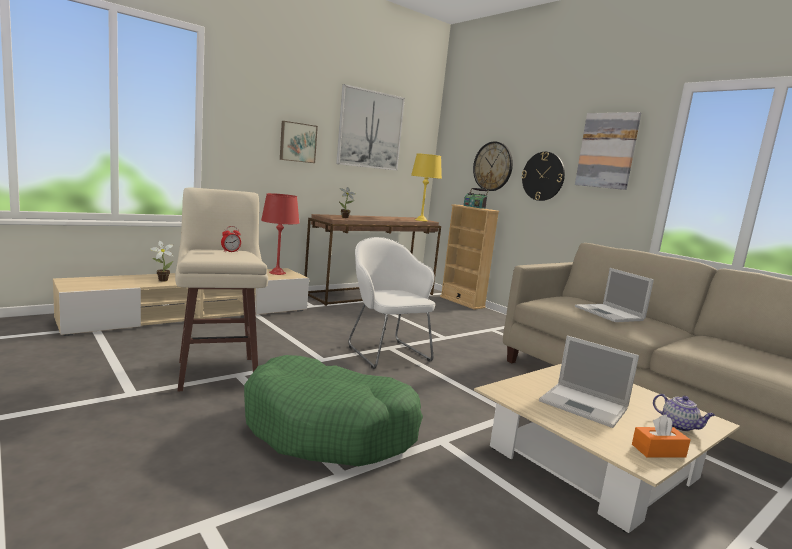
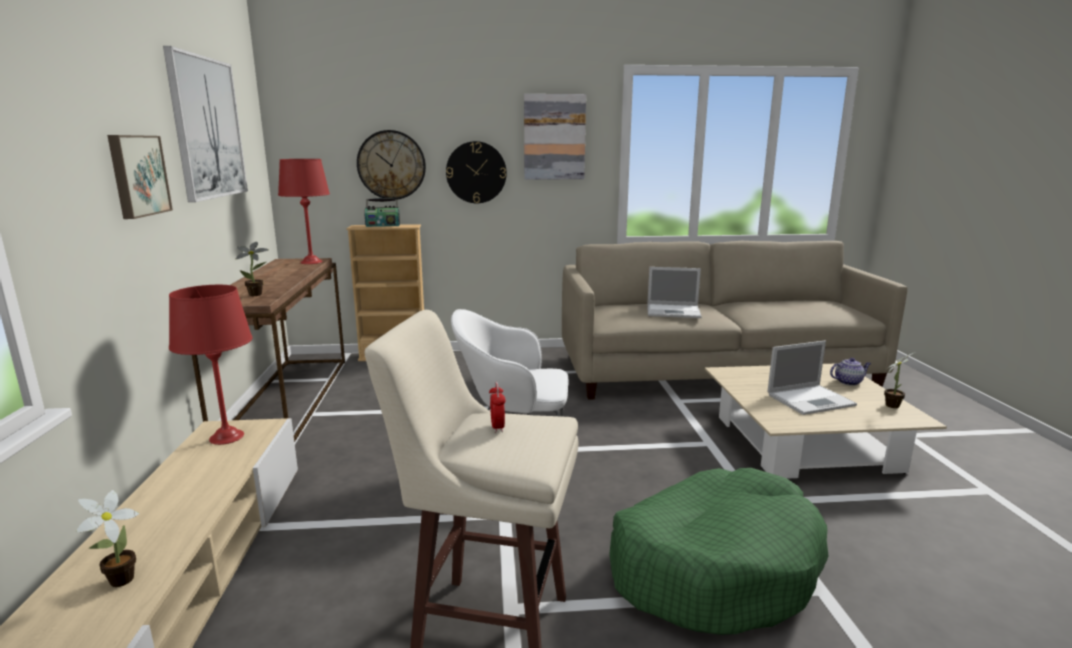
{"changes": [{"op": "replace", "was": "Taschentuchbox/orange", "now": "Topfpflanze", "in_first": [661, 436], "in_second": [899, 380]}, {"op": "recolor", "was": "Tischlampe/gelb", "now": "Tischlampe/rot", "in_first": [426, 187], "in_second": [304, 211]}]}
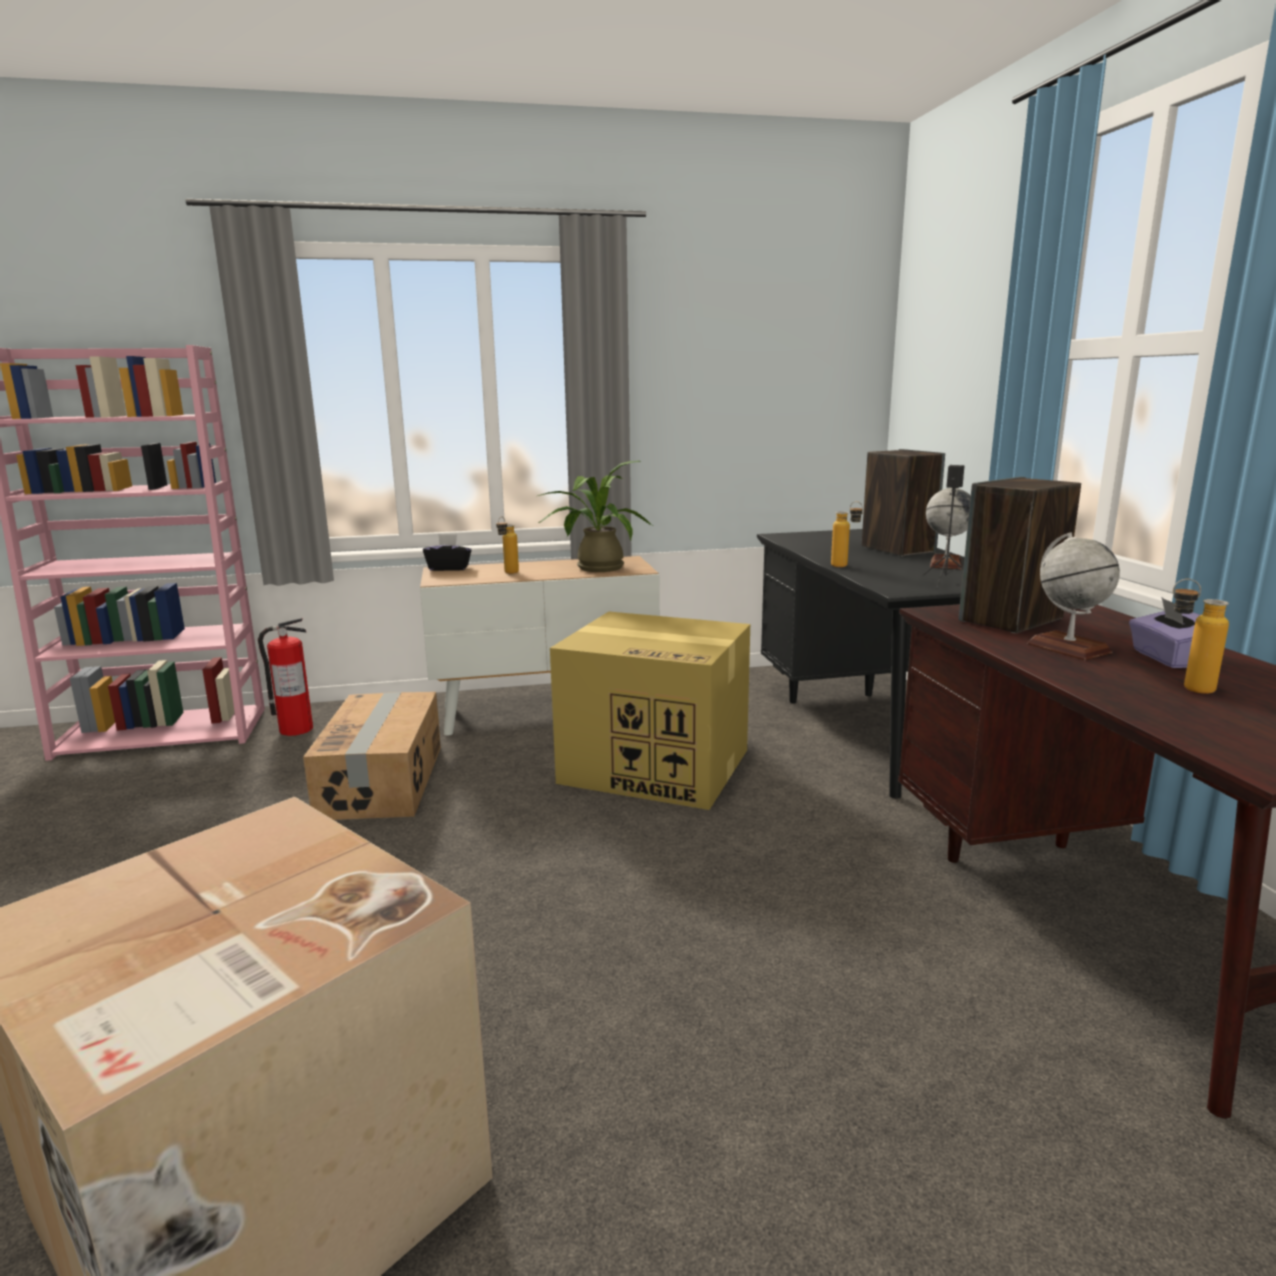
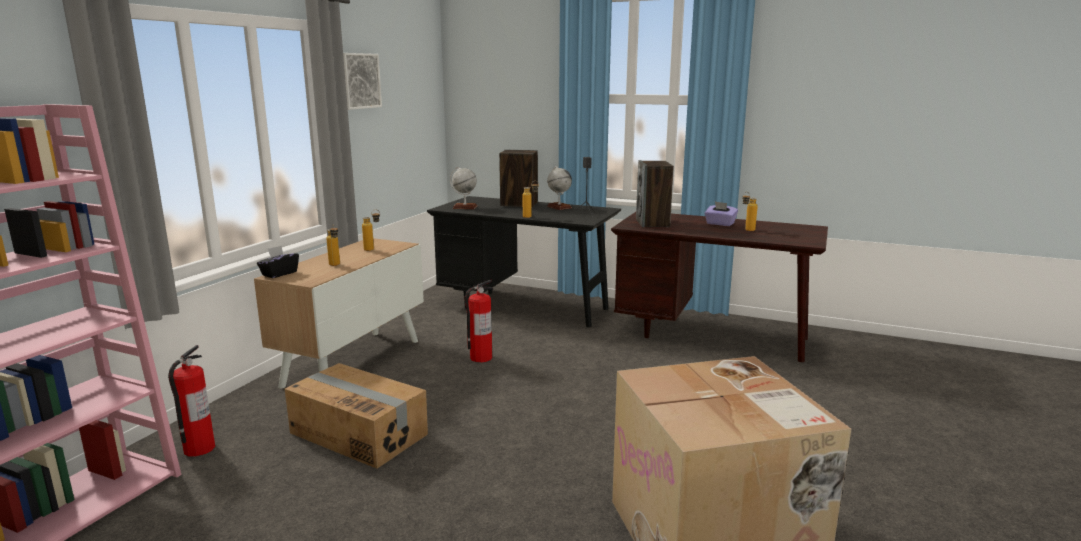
{"changes": [{"op": "insert", "now": "Bild", "in_second": [362, 81]}, {"op": "move", "was": "Globus", "in_first": [1073, 596], "in_second": [464, 188]}, {"op": "replace", "was": "Topfpflanze", "now": "Flasche", "in_first": [594, 516], "in_second": [371, 230]}, {"op": "replace", "was": "Karton", "now": "Feuerlöscher", "in_first": [650, 711], "in_second": [479, 321]}]}
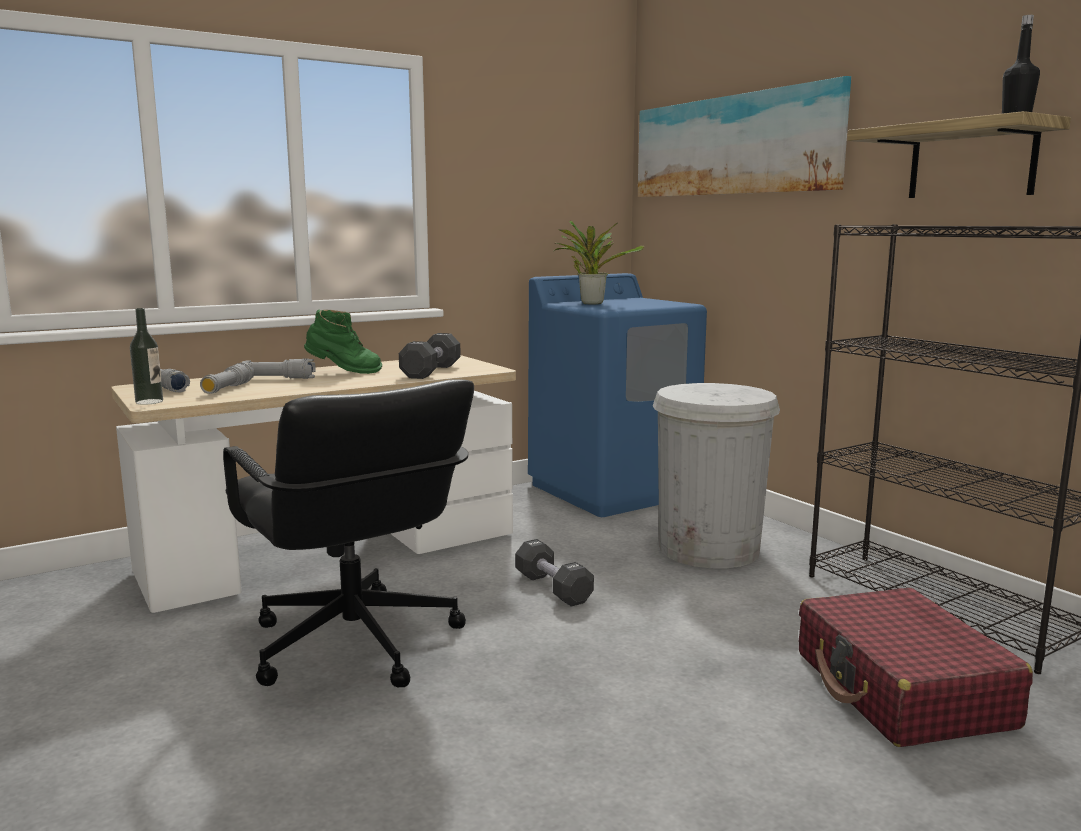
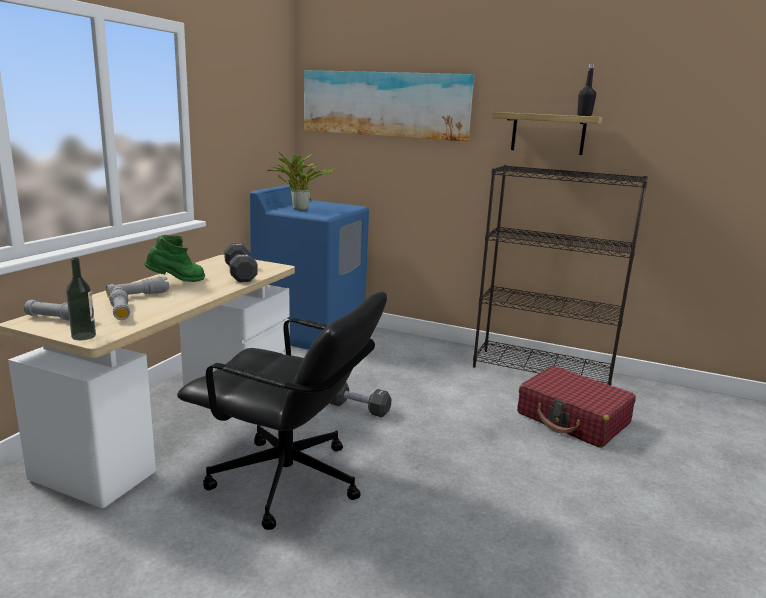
{"changes": [{"op": "delete", "was": "Mülleimer/weiß", "in_first": [716, 475]}]}
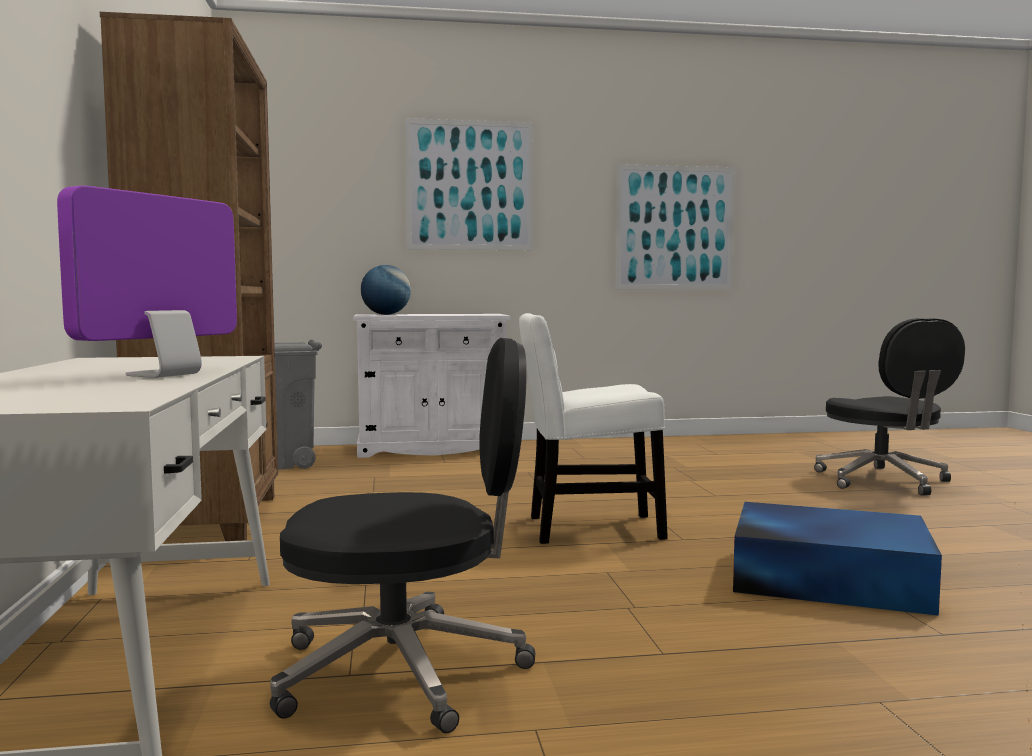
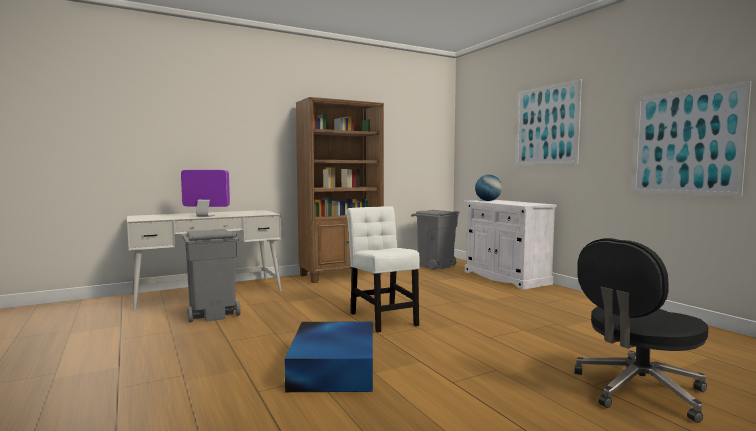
{"changes": [{"op": "replace", "was": "Bürostuhl/schwarz", "now": "Mülleimer/grau", "in_first": [402, 535], "in_second": [211, 276]}]}
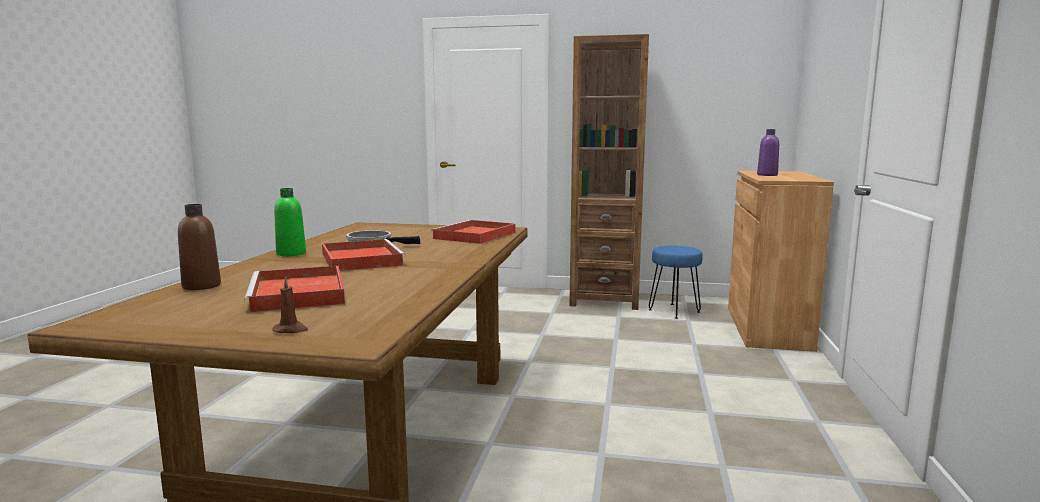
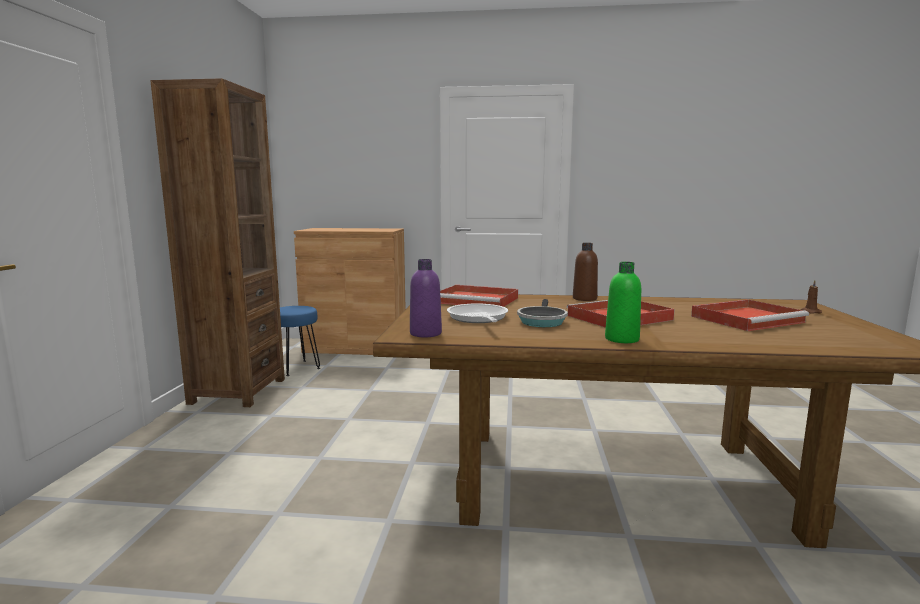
{"changes": [{"op": "insert", "now": "Pfanne", "in_second": [477, 313]}, {"op": "move", "was": "Flasche/braun", "in_first": [199, 247], "in_second": [585, 272]}, {"op": "move", "was": "Flasche/lila", "in_first": [768, 152], "in_second": [426, 298]}]}
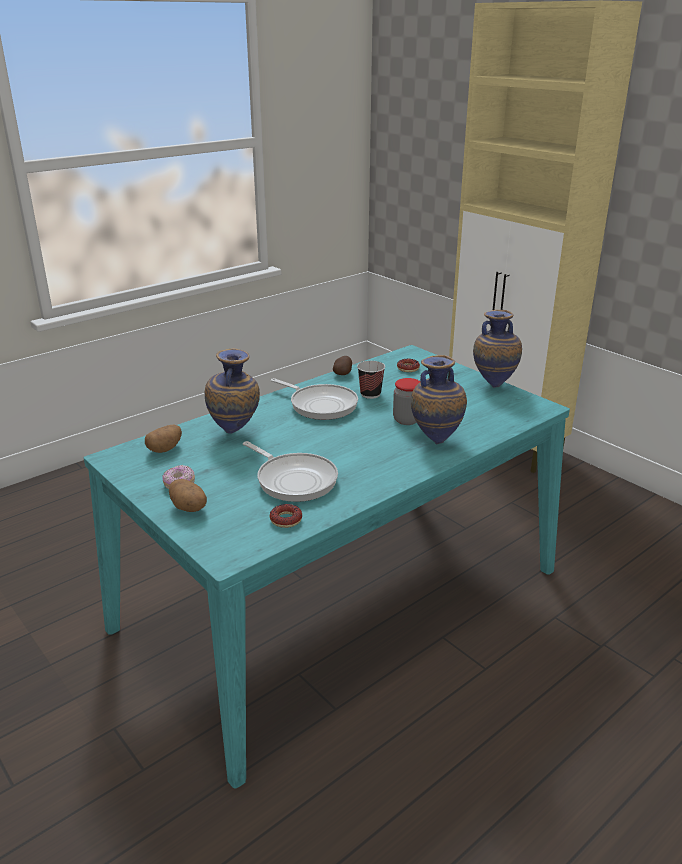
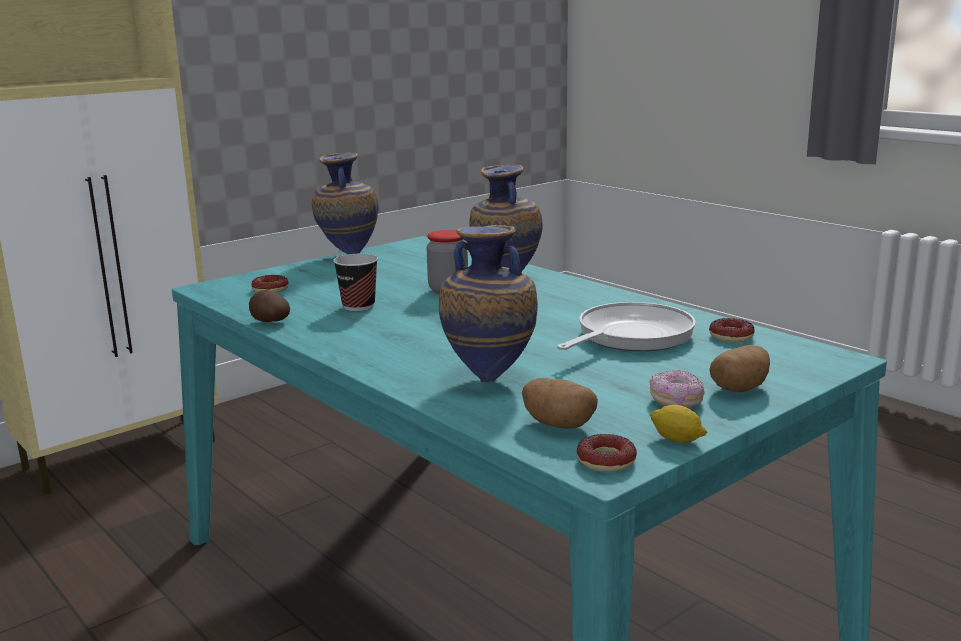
{"changes": [{"op": "delete", "was": "Pfanne", "in_first": [314, 399]}, {"op": "insert", "now": "Donut", "in_second": [607, 453]}, {"op": "insert", "now": "Zitrone", "in_second": [678, 424]}]}
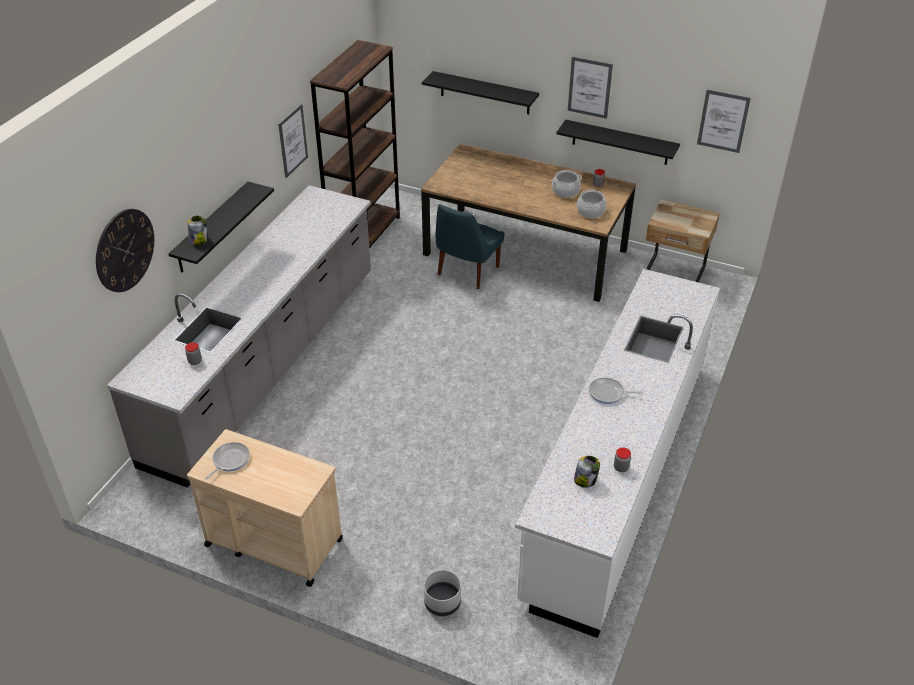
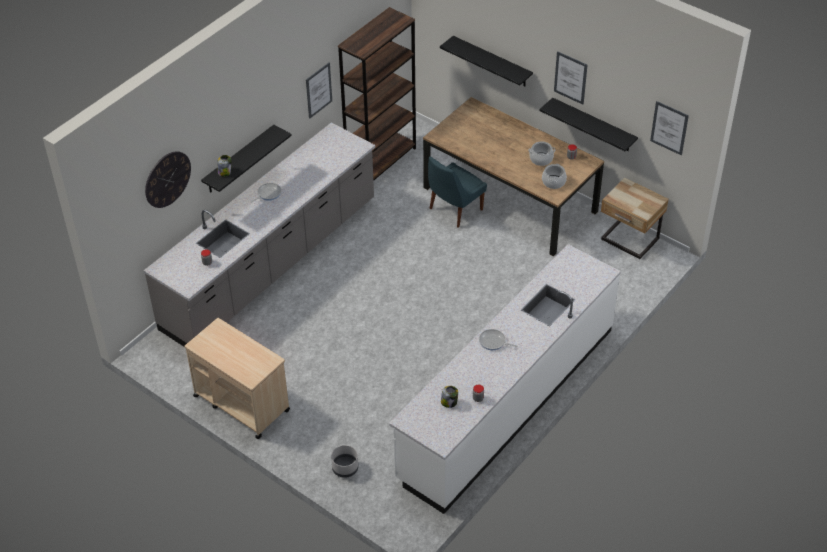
{"changes": [{"op": "move", "was": "Pfanne", "in_first": [227, 461], "in_second": [266, 193]}]}
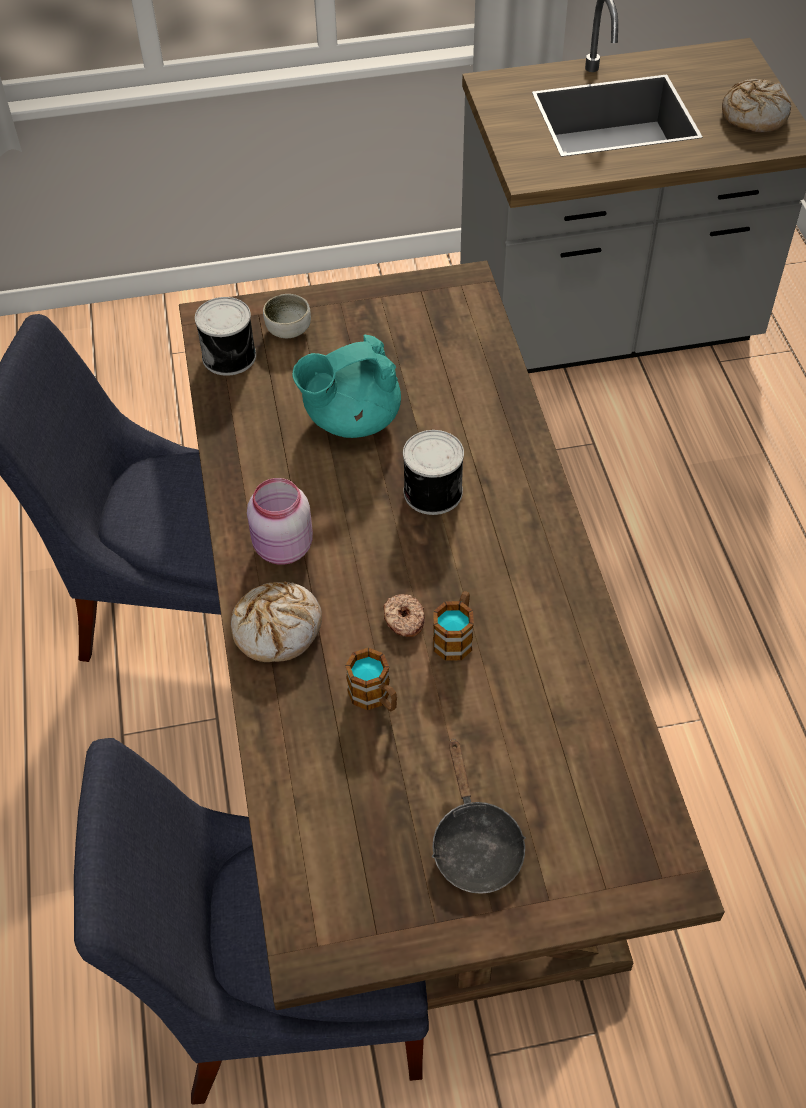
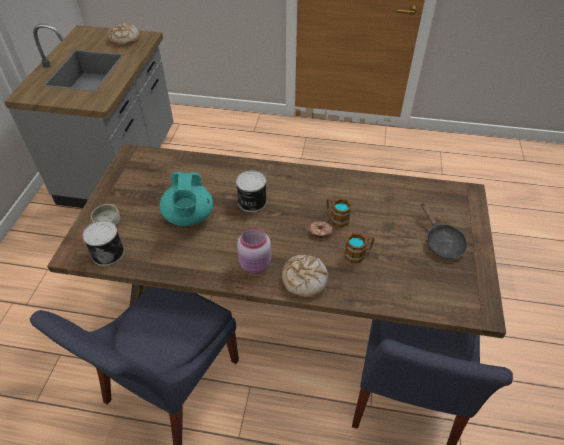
{"changes": [{"op": "rotate", "was": "Pfanne/schwarz", "in_first": [479, 816], "in_second": [444, 230], "clockwise": 60}]}
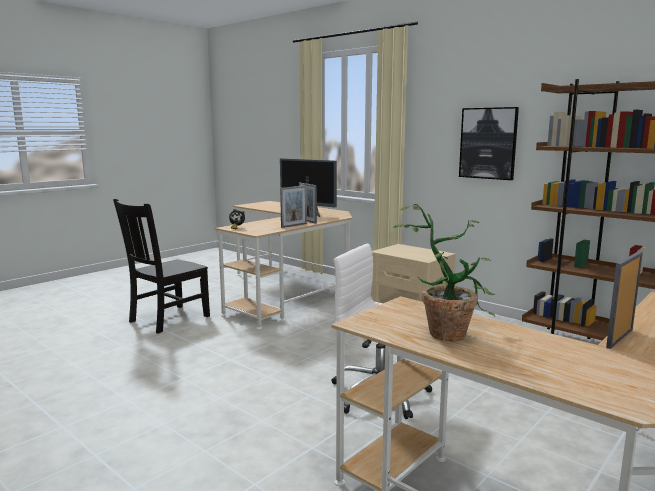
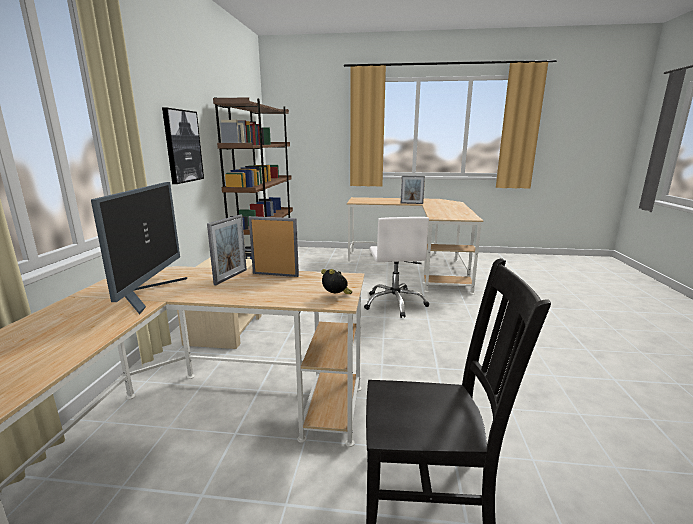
{"changes": [{"op": "delete", "was": "Topfpflanze", "in_first": [444, 272]}]}
